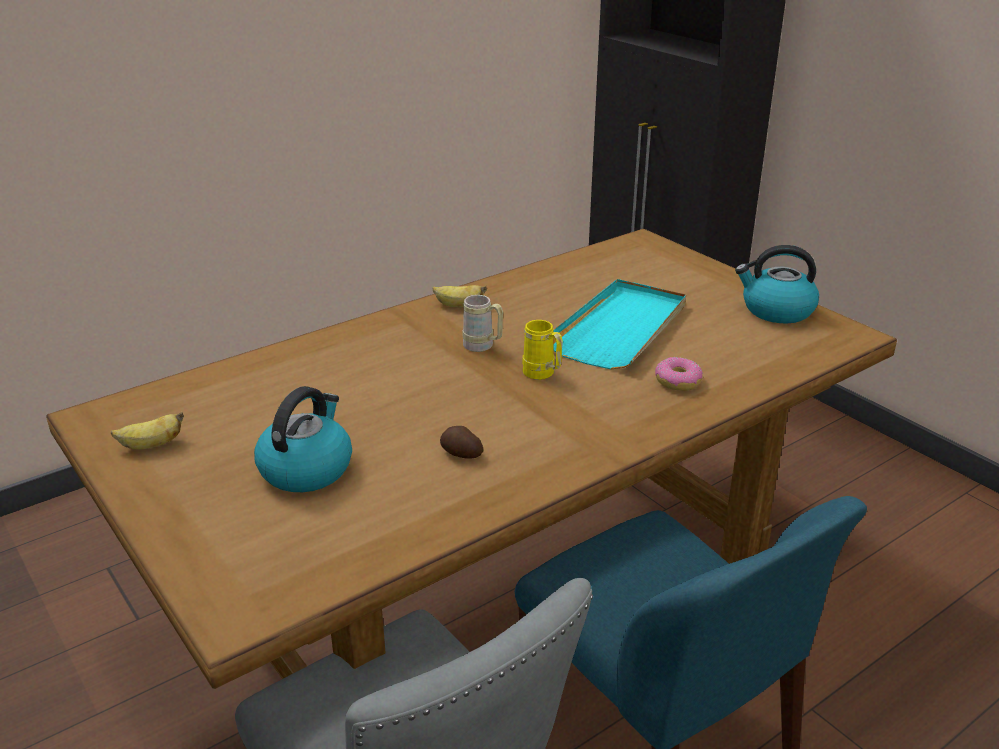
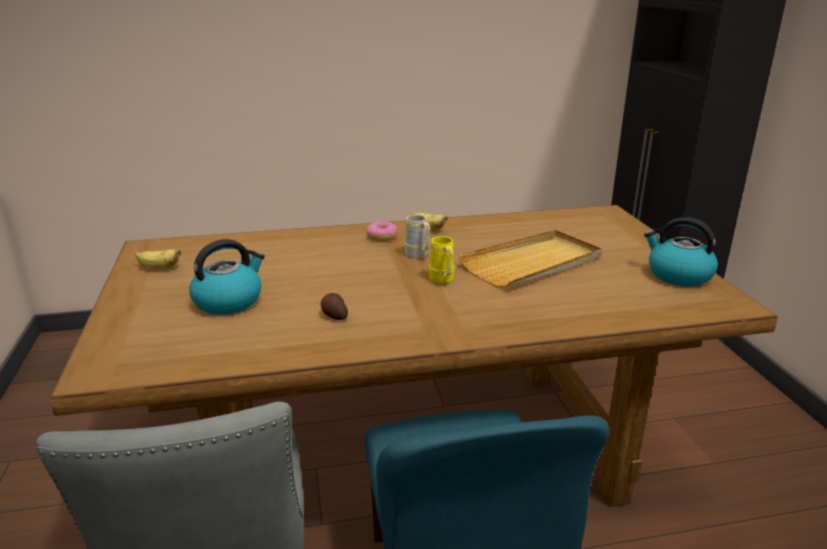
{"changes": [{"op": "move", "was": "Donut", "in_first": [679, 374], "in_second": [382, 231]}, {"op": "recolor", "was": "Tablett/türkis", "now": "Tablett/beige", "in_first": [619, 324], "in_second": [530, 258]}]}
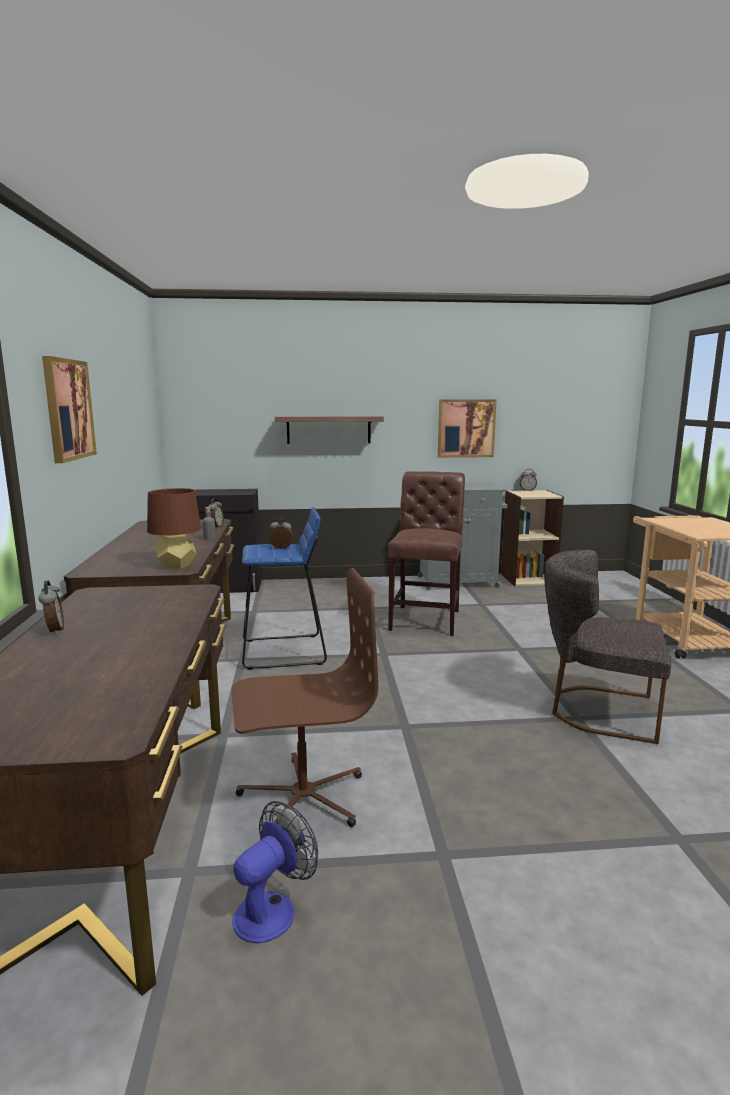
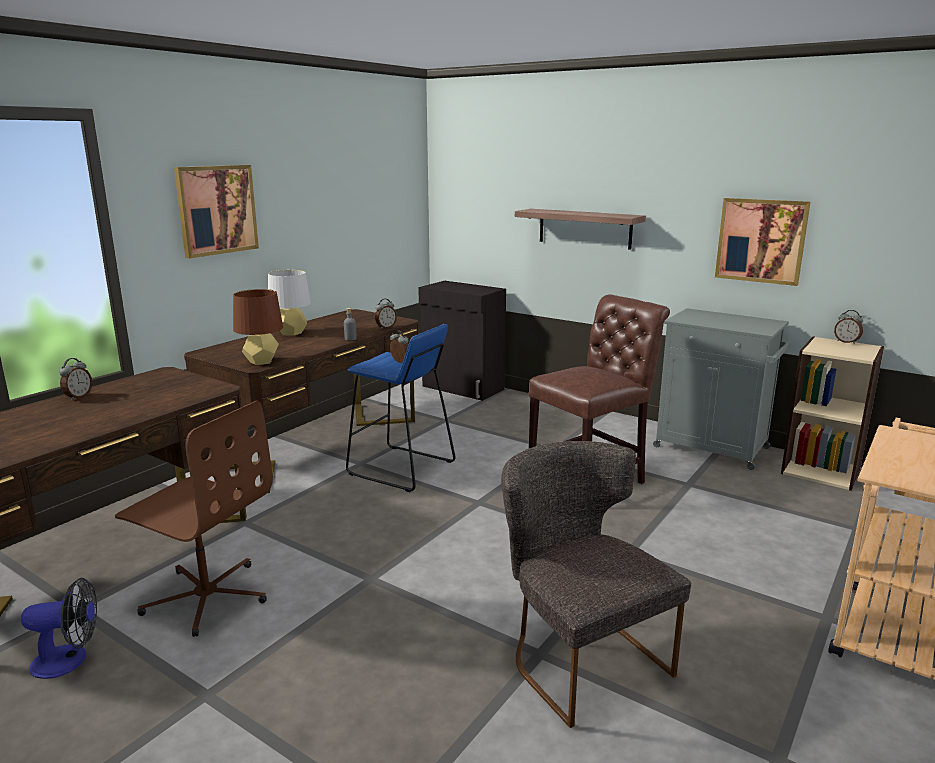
{"changes": [{"op": "insert", "now": "Tischlampe/grau", "in_second": [289, 303]}]}
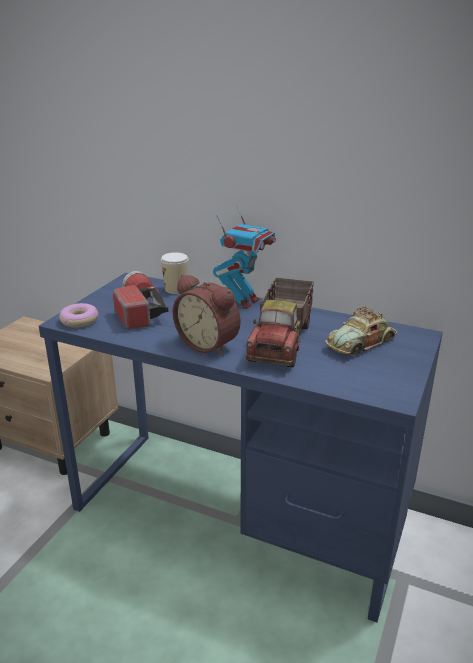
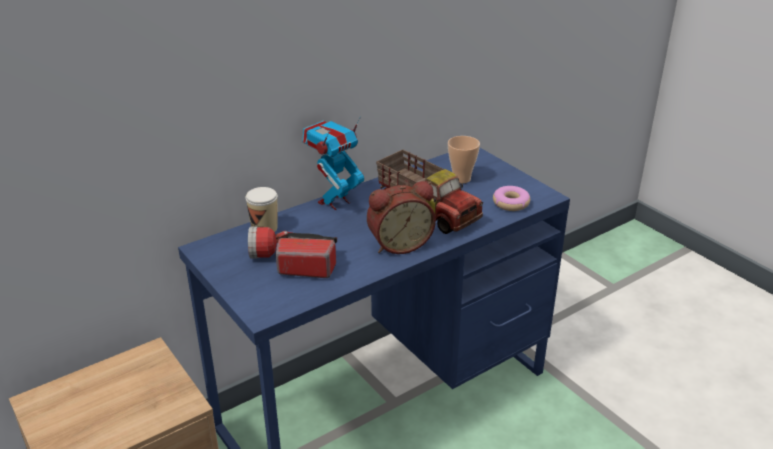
{"changes": [{"op": "move", "was": "Donut", "in_first": [78, 315], "in_second": [511, 198]}, {"op": "replace", "was": "Spielzeugauto", "now": "Tasse", "in_first": [361, 330], "in_second": [464, 159]}, {"op": "rotate", "was": "Spielzeugroboter", "in_first": [244, 258], "in_second": [333, 163], "clockwise": -105}]}
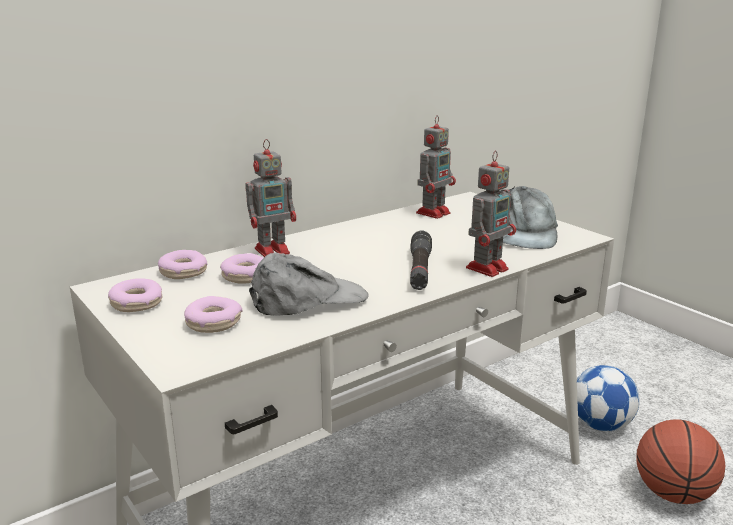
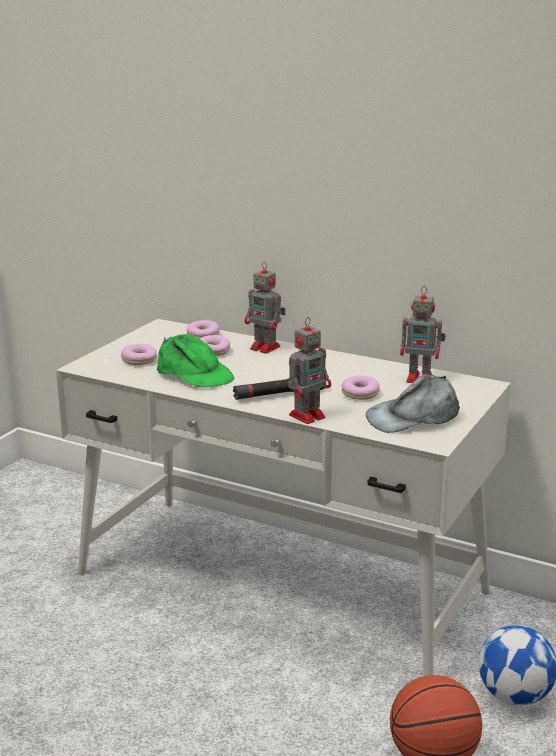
{"changes": [{"op": "move", "was": "Donut", "in_first": [135, 295], "in_second": [361, 387]}, {"op": "recolor", "was": "Kappe/grau", "now": "Kappe/grün", "in_first": [309, 284], "in_second": [195, 361]}, {"op": "rotate", "was": "Spielzeugroboter", "in_first": [491, 214], "in_second": [309, 370], "clockwise": -60}]}
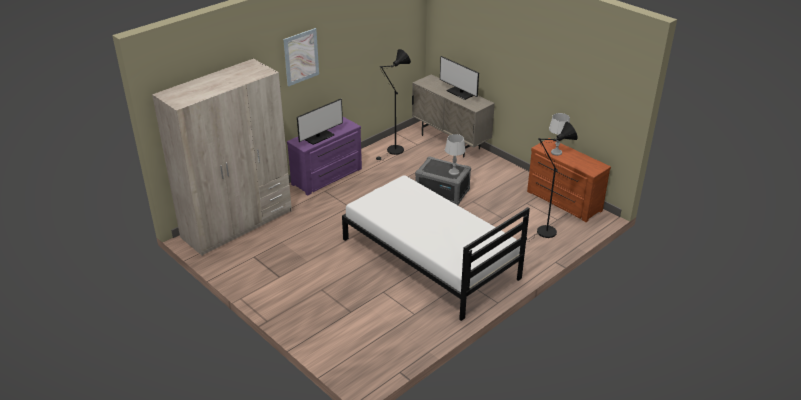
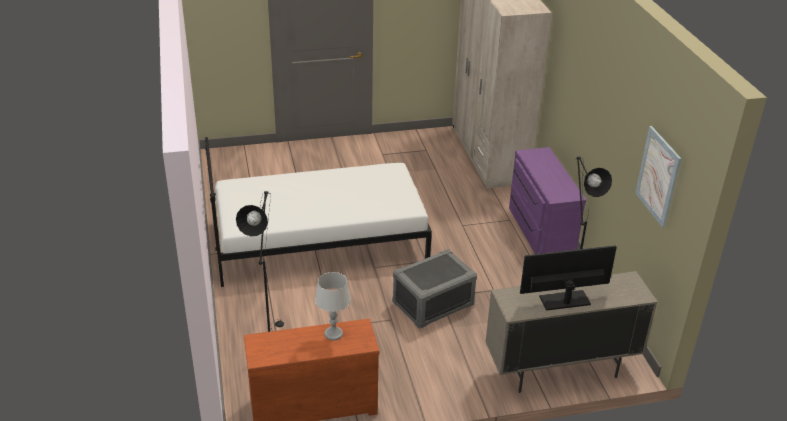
{"changes": [{"op": "delete", "was": "Monitor", "in_first": [320, 122]}, {"op": "delete", "was": "Tischlampe/grau", "in_first": [455, 155]}, {"op": "move", "was": "Bild", "in_first": [301, 57], "in_second": [658, 177]}]}
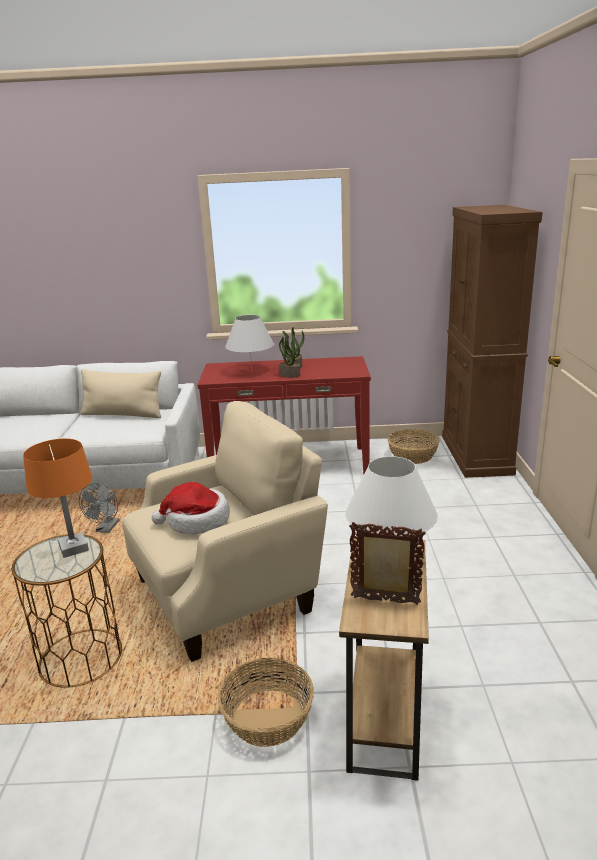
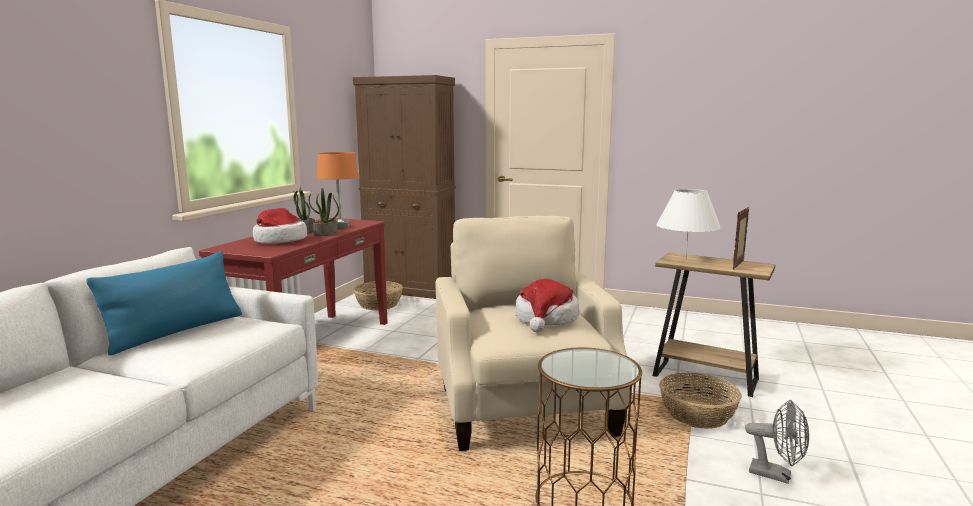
{"changes": [{"op": "move", "was": "Tischlampe/orange", "in_first": [57, 498], "in_second": [338, 190]}, {"op": "move", "was": "Ventilator/grau", "in_first": [99, 508], "in_second": [777, 442]}, {"op": "replace", "was": "Tischlampe/weiß", "now": "Hut", "in_first": [249, 343], "in_second": [280, 226]}, {"op": "recolor", "was": "Kissen/beige", "now": "Kissen/blau", "in_first": [121, 393], "in_second": [164, 303]}]}
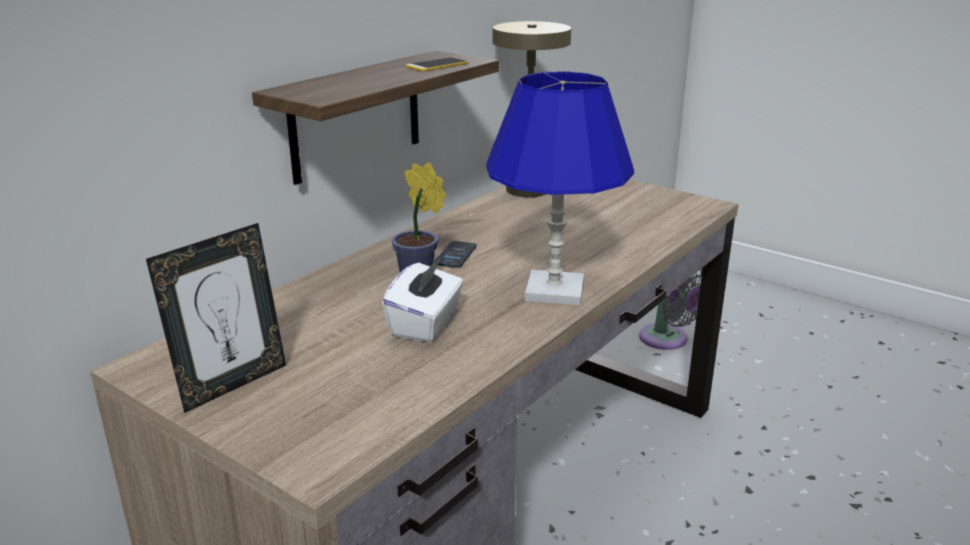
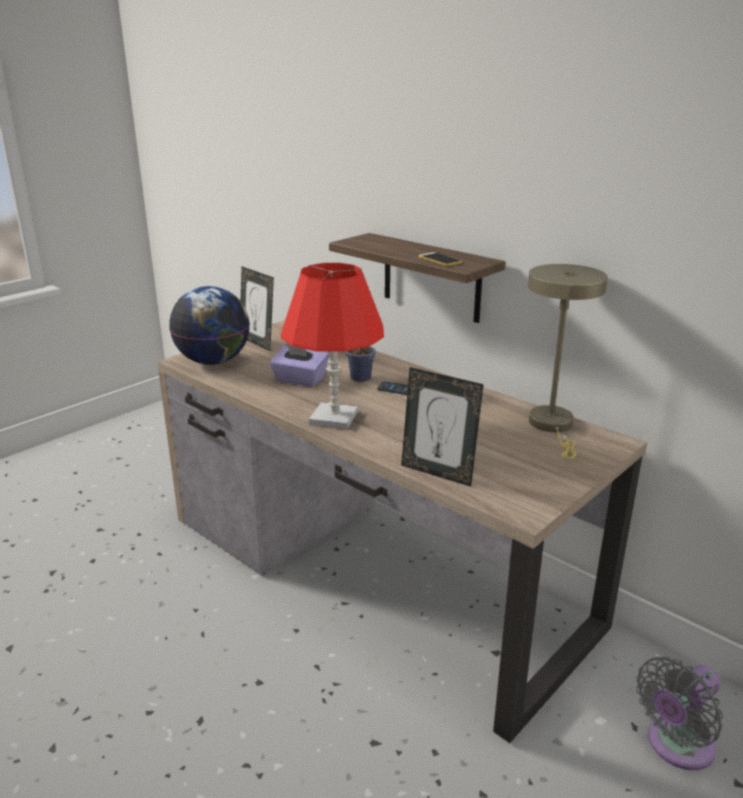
{"changes": [{"op": "insert", "now": "Globus", "in_second": [209, 325]}, {"op": "insert", "now": "Bilderrahmen", "in_second": [442, 427]}, {"op": "recolor", "was": "Taschentuchbox/weiß", "now": "Taschentuchbox/lila", "in_first": [422, 299], "in_second": [299, 364]}, {"op": "recolor", "was": "Tischlampe/blau", "now": "Tischlampe/rot", "in_first": [560, 188], "in_second": [332, 346]}]}
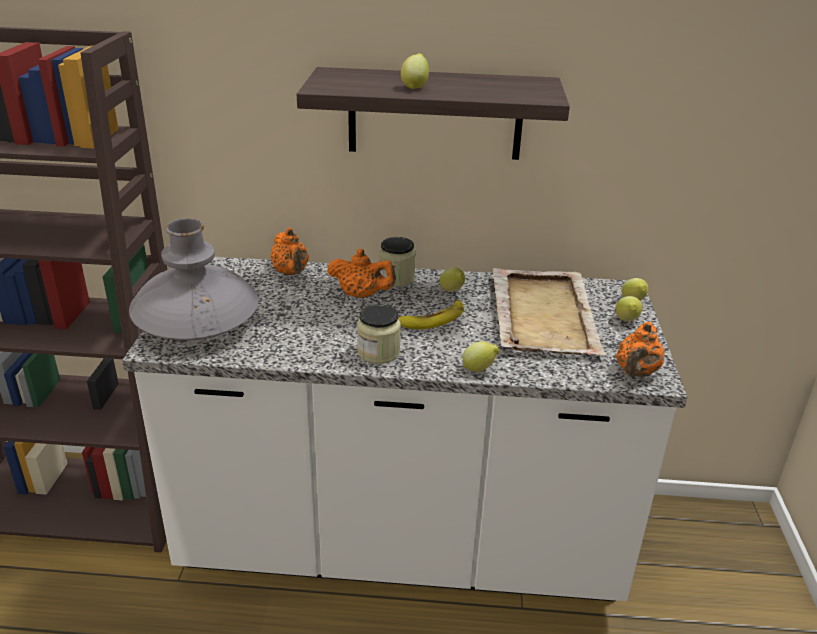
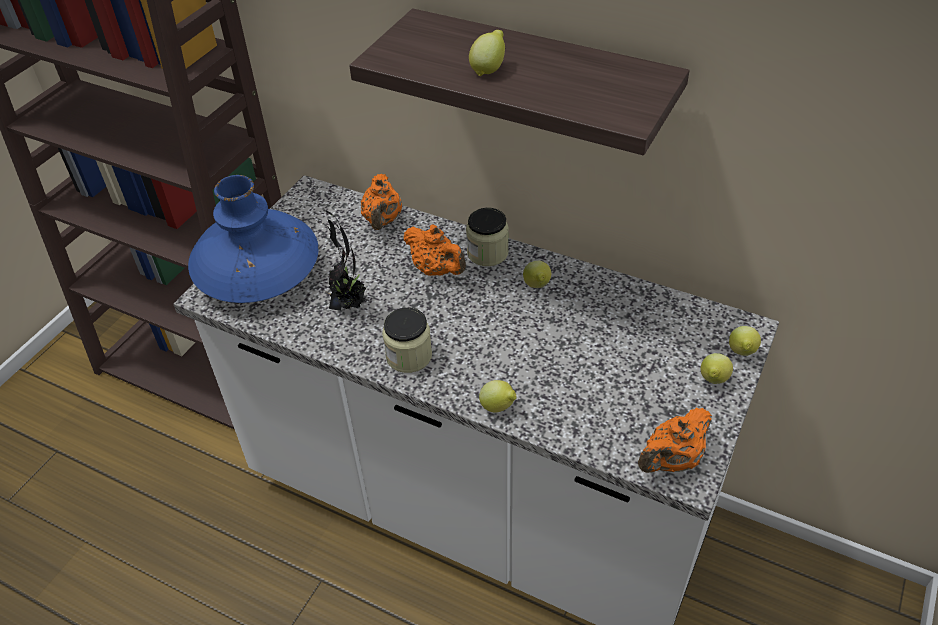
{"changes": [{"op": "delete", "was": "Banane", "in_first": [431, 314]}, {"op": "delete", "was": "Tablett/beige", "in_first": [549, 312]}, {"op": "insert", "now": "Topfpflanze", "in_second": [342, 260]}, {"op": "recolor", "was": "Vase/grau", "now": "Vase/blau", "in_first": [193, 279], "in_second": [253, 239]}]}
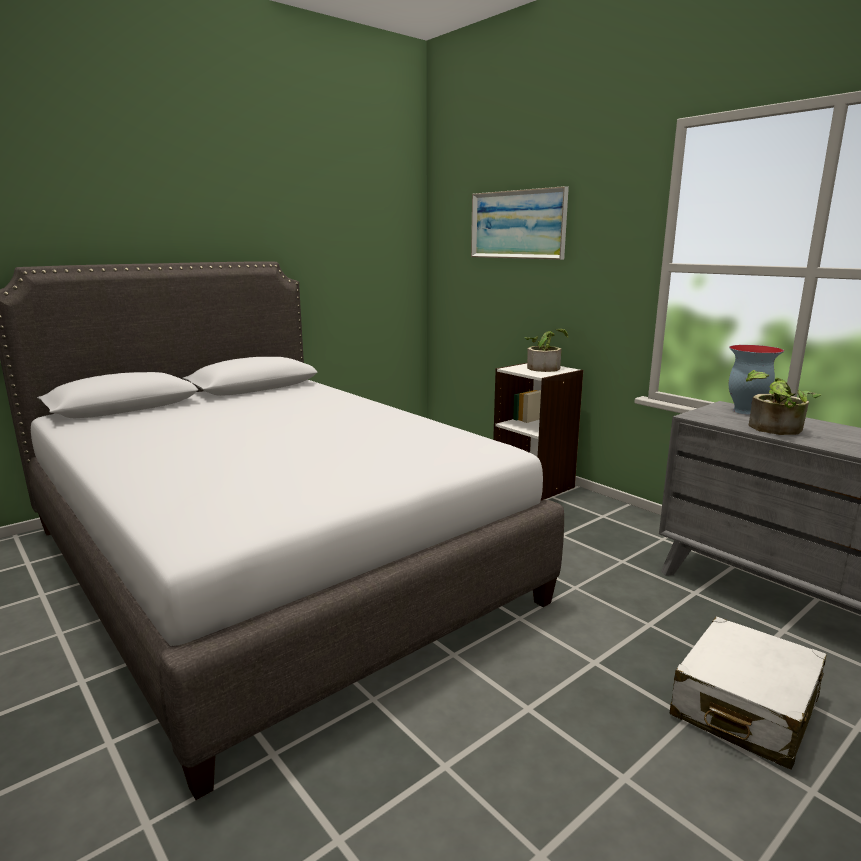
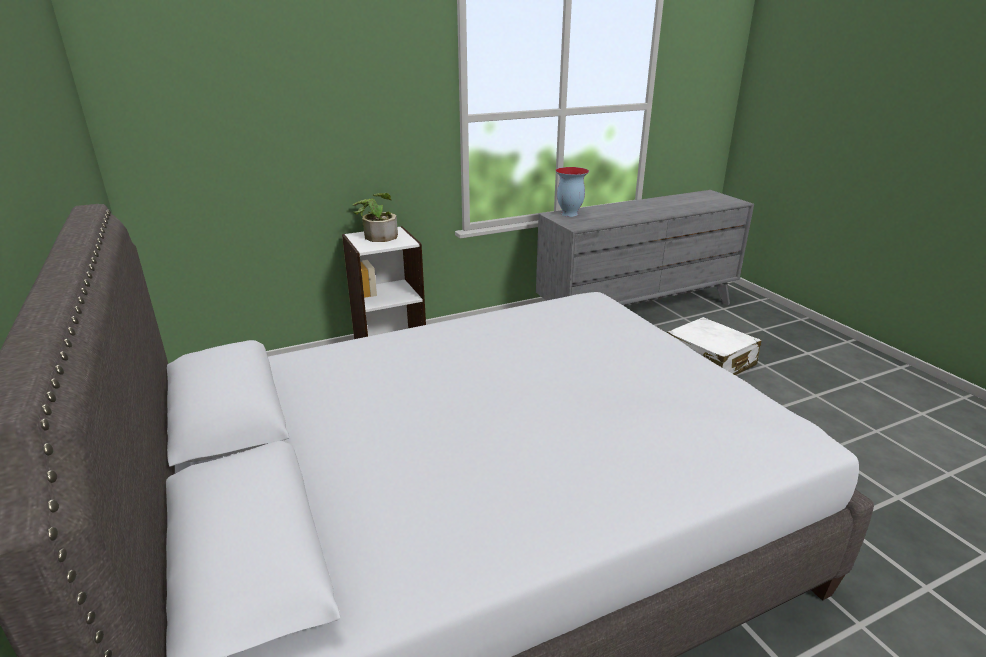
{"changes": [{"op": "delete", "was": "Bild", "in_first": [520, 223]}, {"op": "delete", "was": "Topfpflanze", "in_first": [783, 402]}]}
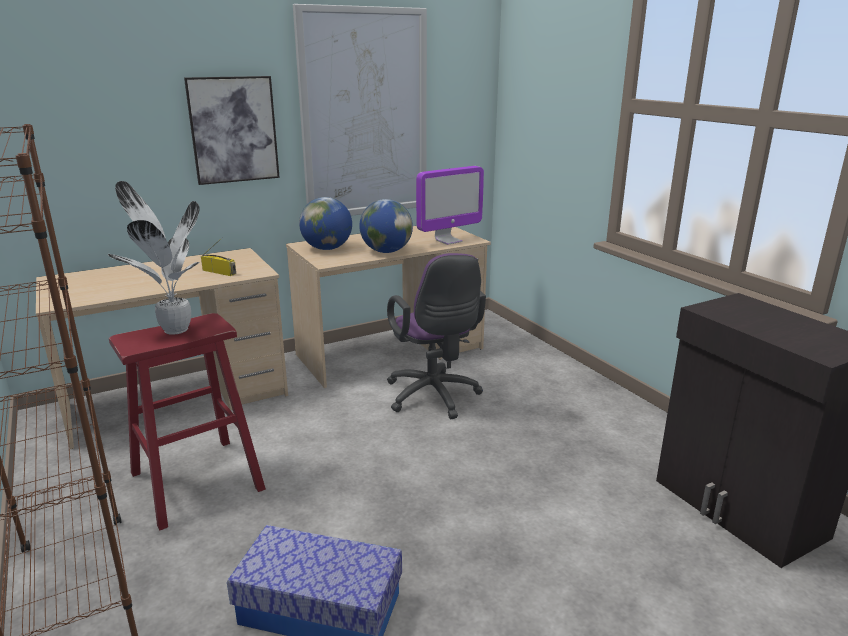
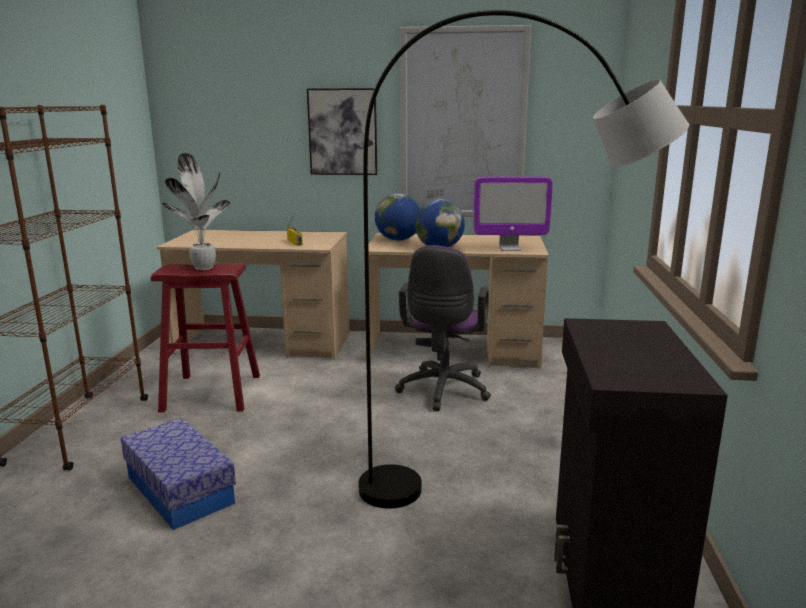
{"changes": [{"op": "insert", "now": "Stehlampe/grau", "in_second": [523, 259]}]}
